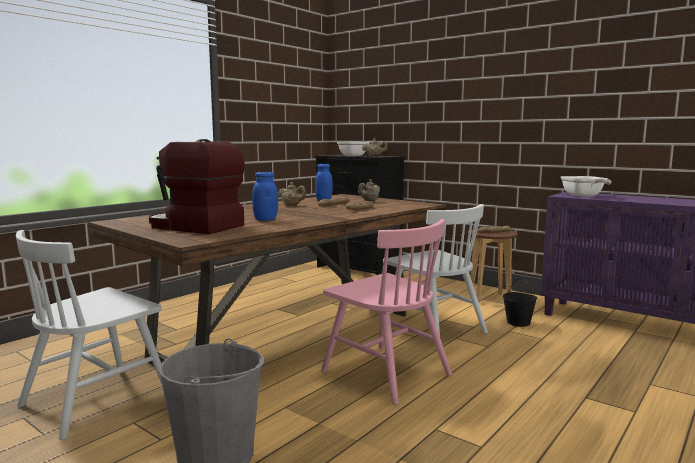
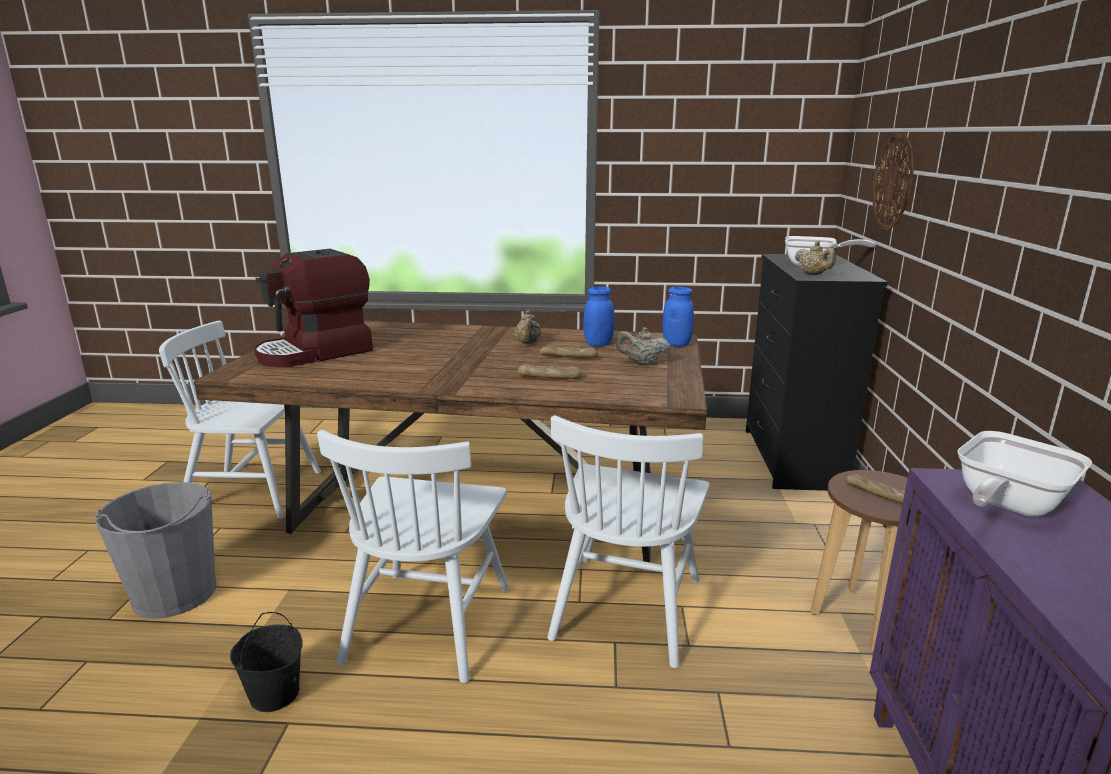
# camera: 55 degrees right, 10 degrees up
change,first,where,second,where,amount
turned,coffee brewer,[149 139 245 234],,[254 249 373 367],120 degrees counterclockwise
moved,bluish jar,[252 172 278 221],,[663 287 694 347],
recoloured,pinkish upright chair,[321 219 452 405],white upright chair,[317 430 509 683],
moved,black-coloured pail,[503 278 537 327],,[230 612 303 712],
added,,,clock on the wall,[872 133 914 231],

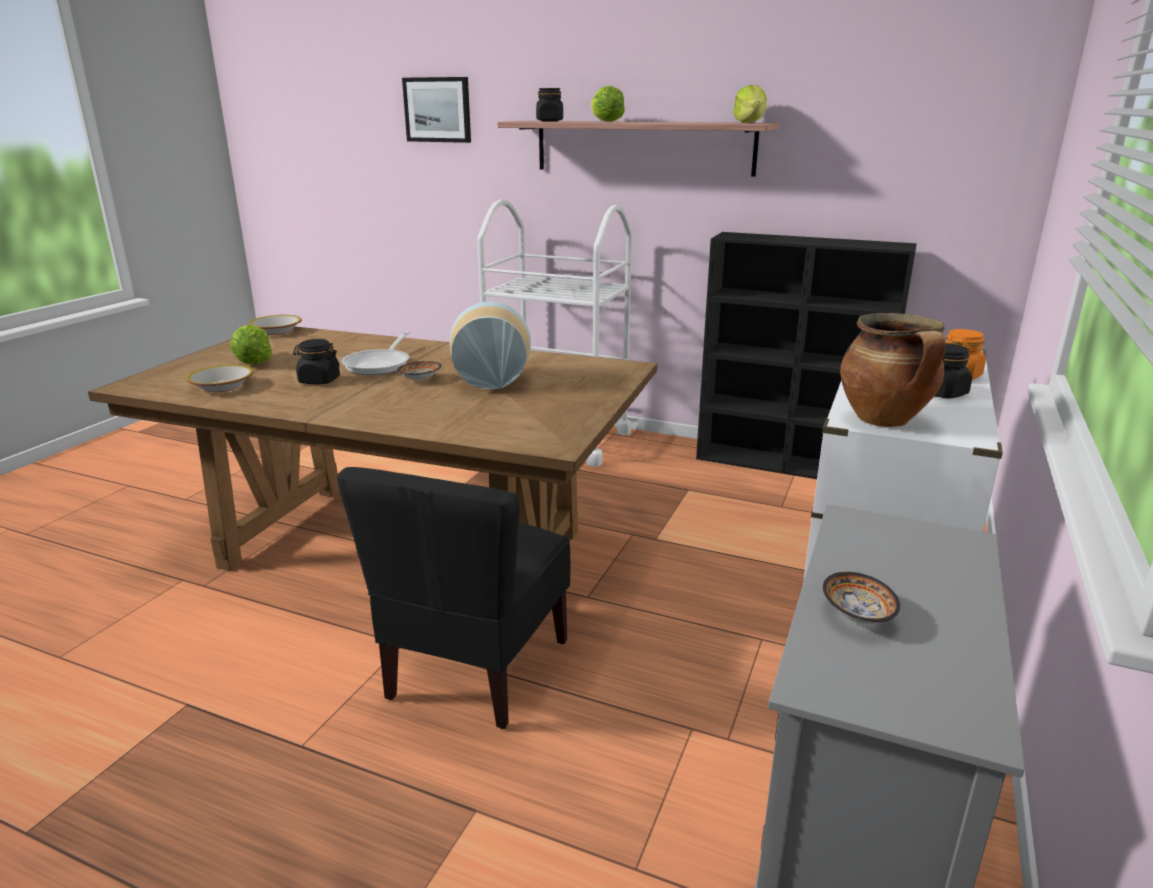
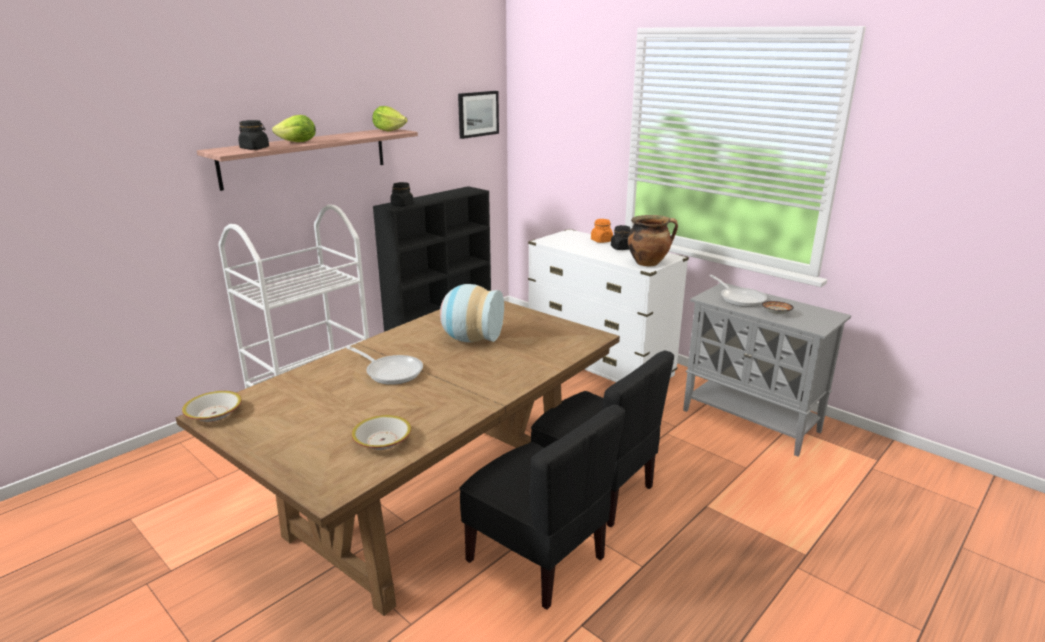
# camera: 70 degrees left, 0 degrees up
change,first,where,second,where,amount
moved,picture,[402 77 471 143],,[458 91 499 139],
removed,lettuce,[231 325 272 364],,,
moved,black-coloured jar,[293 339 340 384],,[390 182 414 207],
removed,serving bowl,[397 361 441 380],,,
added,,,frying pan,[710 275 767 307],
added,,,black-coloured upright chair,[459 405 625 610],

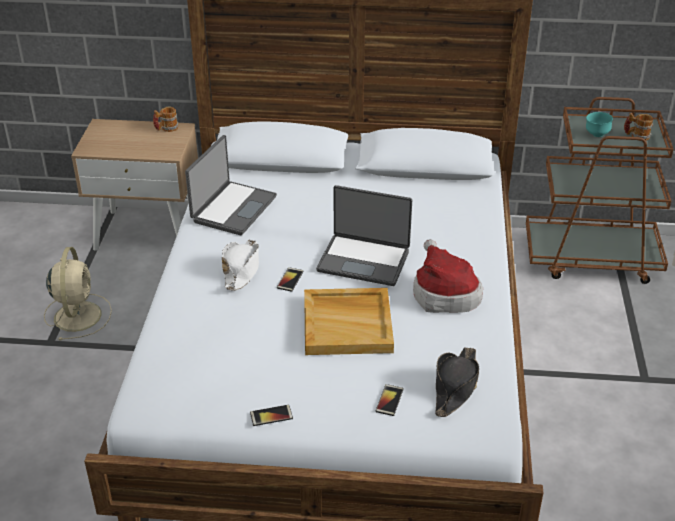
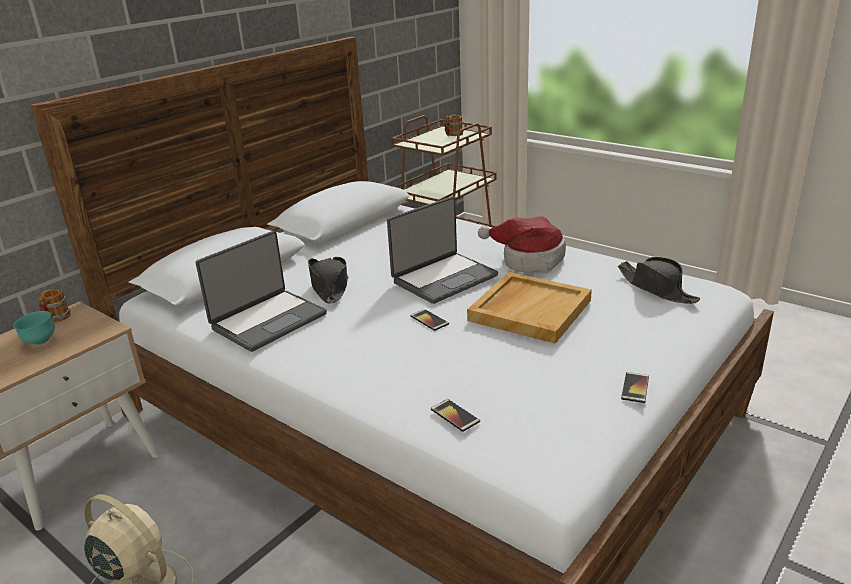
# camera: 55 degrees left, 10 degrees down
change,first,where,second,where,amount
moved,blue-green serving bowl,[586 112 613 137],,[13 311 55 345],
turned,laptop,[185 135 277 235],,[196 231 327 352],75 degrees clockwise
removed,white hat,[222 239 259 291],,,
moved,phone,[376 384 404 416],,[431 399 480 432],
added,,,black-coloured hat,[308 257 349 304],

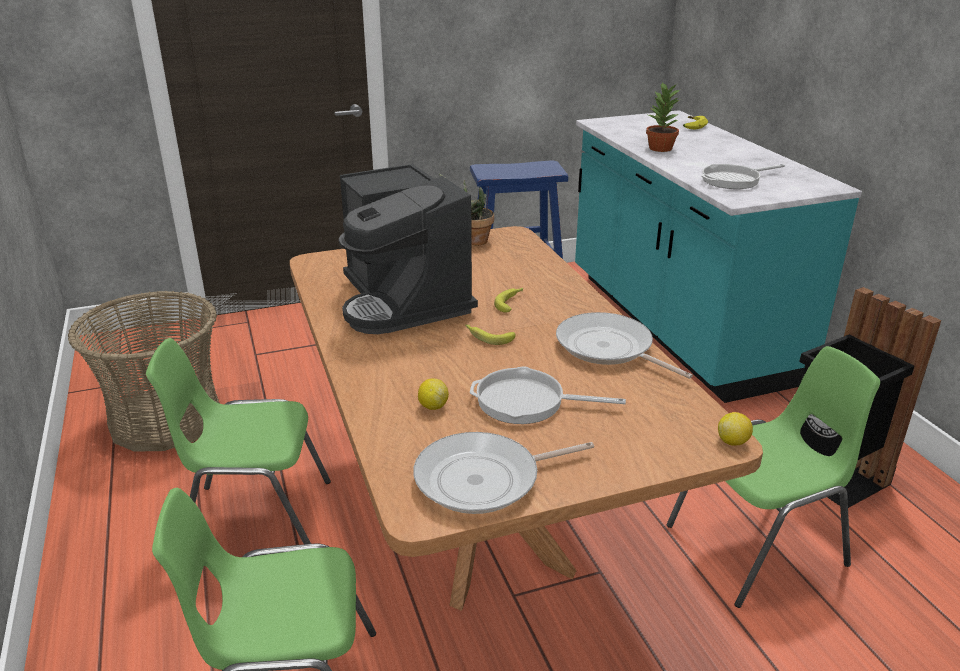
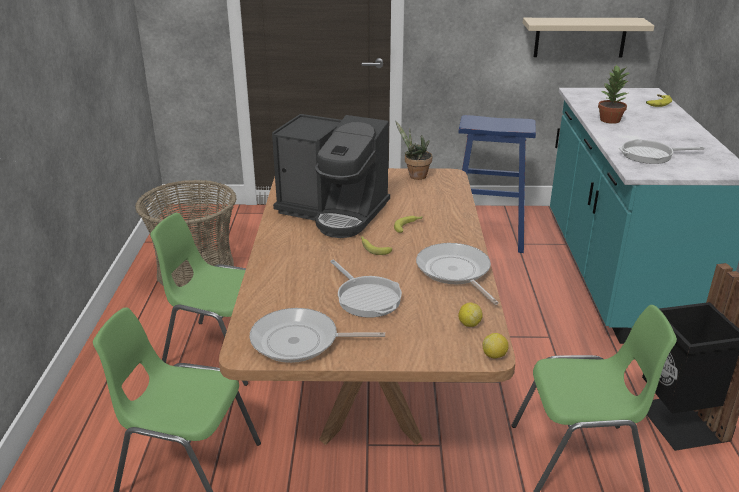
# camera: 20 degrees right, 0 degrees up
change,first,where,second,where,amount
turned,coffee brewer,[339 164 478 334],,[272 114 390 238],60 degrees counterclockwise
turned,frying pan,[470 366 626 424],,[330 260 402 318],150 degrees counterclockwise
moved,citrus fruit,[418 378 449 410],,[458 303 483 327],
added,,,beige shelf,[523 18 654 58],

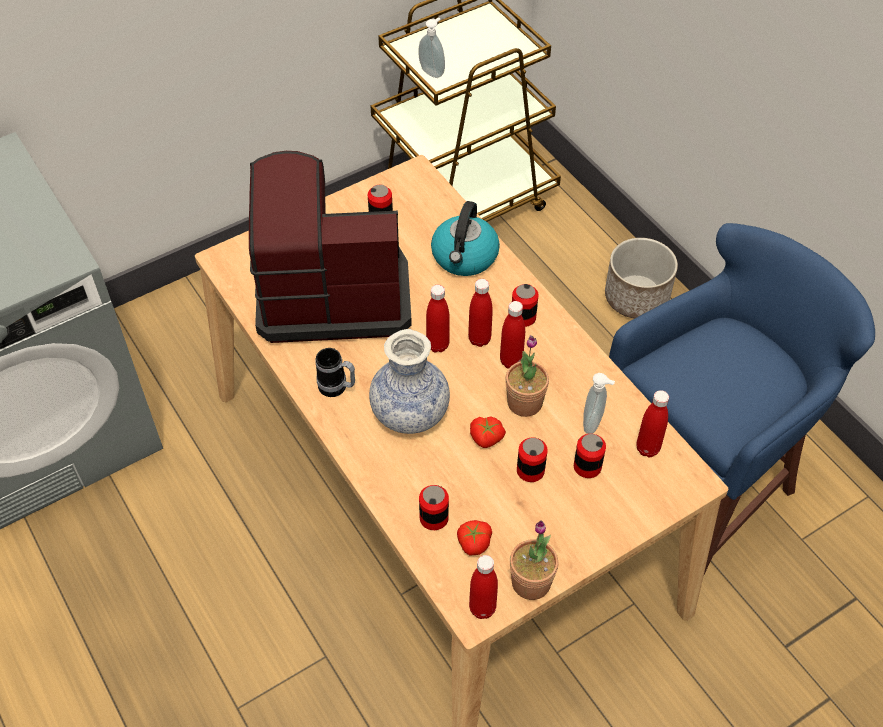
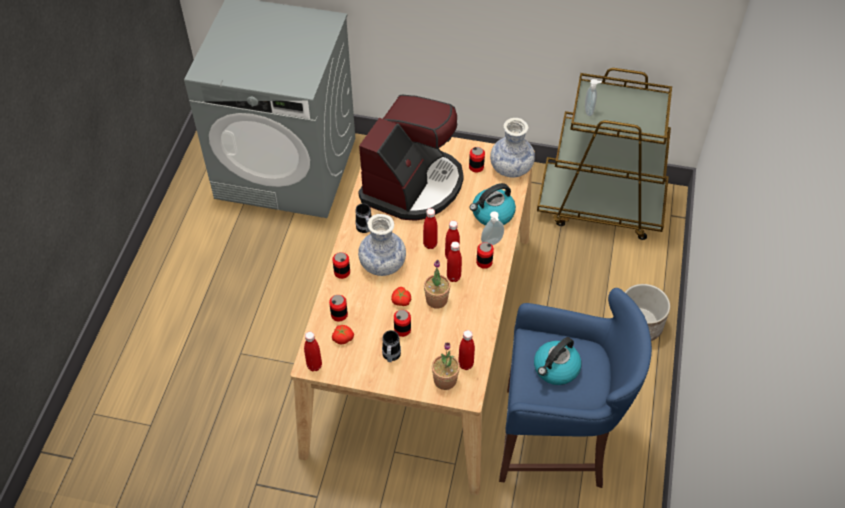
# camera: 45 degrees right, 0 degrees up
change,first,where,second,where,amount
turned,coffee brewer,[249 151 412 343],,[358 95 464 221],75 degrees clockwise
moved,soap bottle,[583 373 615 434],,[481 211 504 245],
moved,can,[574 434 606 478],,[332 252 350 279],
moved,houseplant,[510 520 559 600],,[432 343 460 390],
added,,,vase,[490 118 535 177],
added,,,mug,[382 330 401 362],
added,,,kettle,[534 337 581 385],

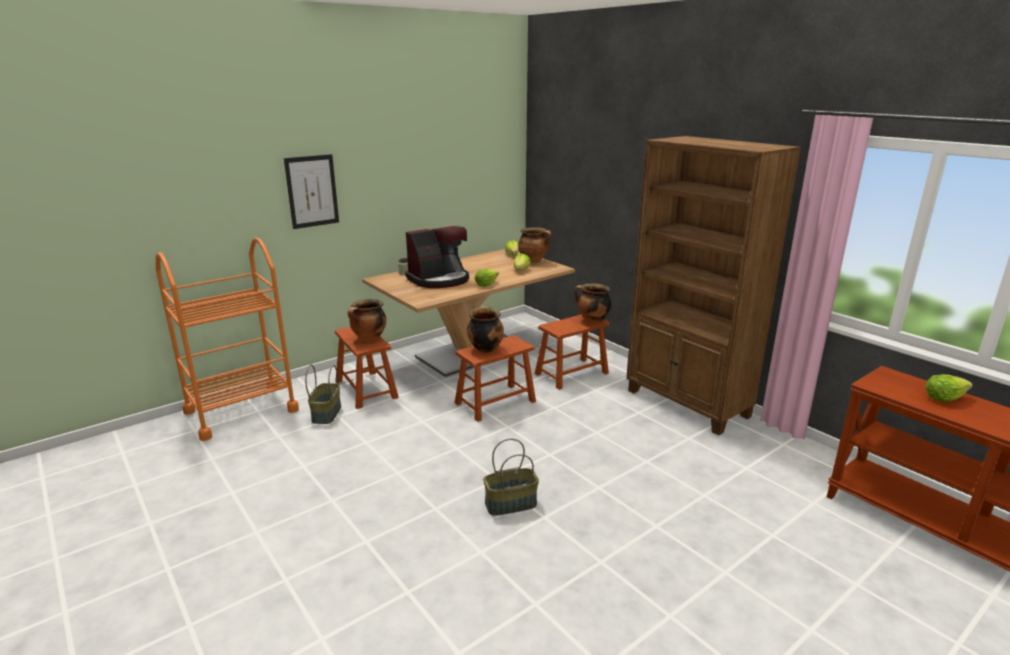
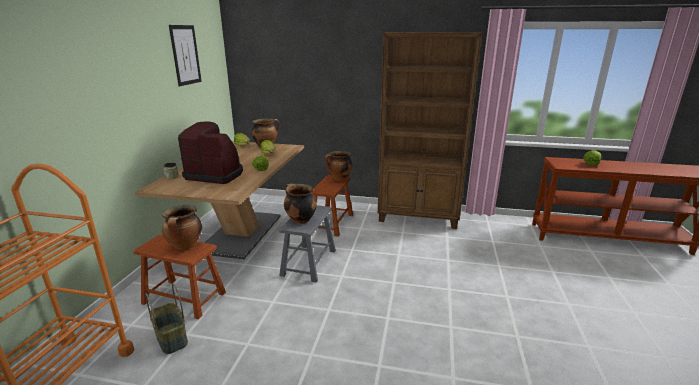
# camera: 40 degrees left, 0 degrees up
change,first,where,second,where,amount
moved,picture,[284 154 339 229],,[169 25 202 86],
turned,coffee brewer,[405 226 469 288],,[178 121 243 184],90 degrees counterclockwise
recoloured,brown stool,[455 336 536 422],greyish stool,[279 205 336 282],
removed,basket,[483 438 539 516],,,

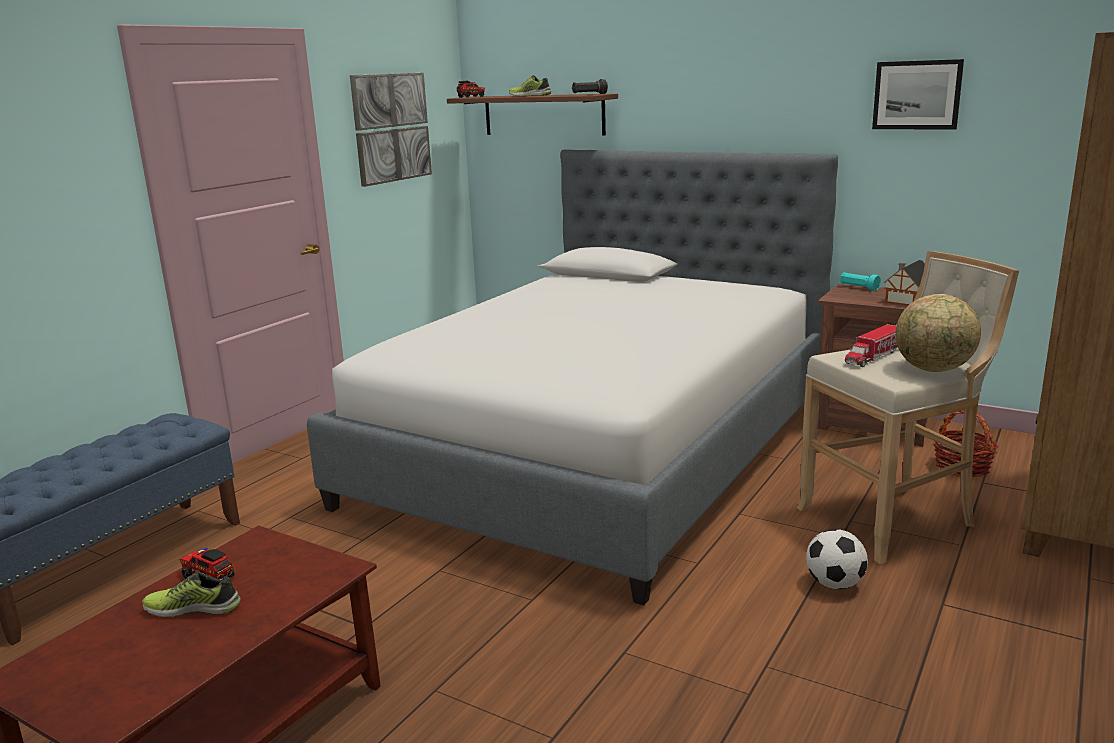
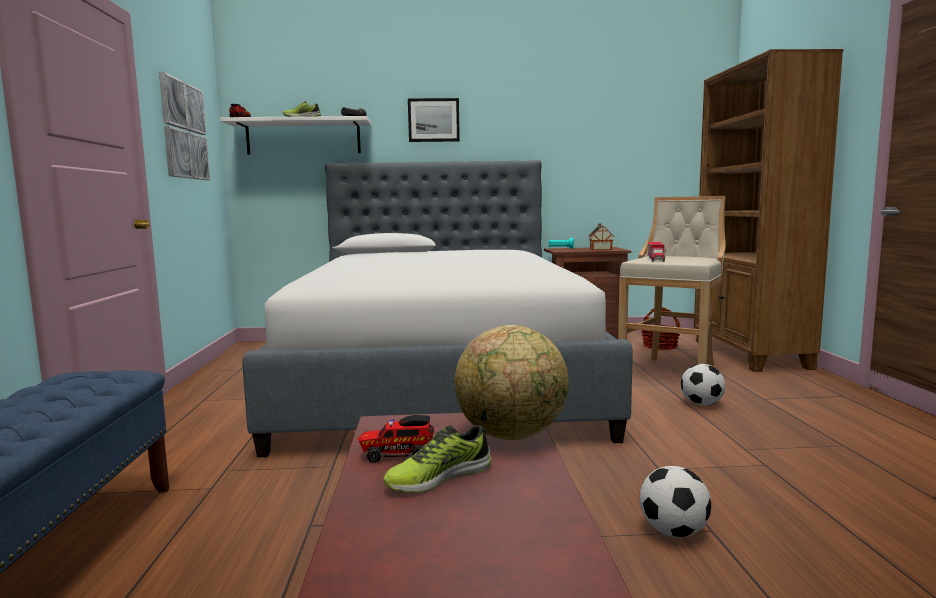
# camera: 35 degrees left, 10 degrees down
change,first,where,second,where,amount
moved,picture,[872 59 964 129],,[408 98 460 142],
recoloured,brown shelf,[447 94 618 135],white shelf,[220 116 371 155],
moved,world globe,[896 294 981 372],,[454 325 569 440],
added,,,ball for football,[640 466 711 537],

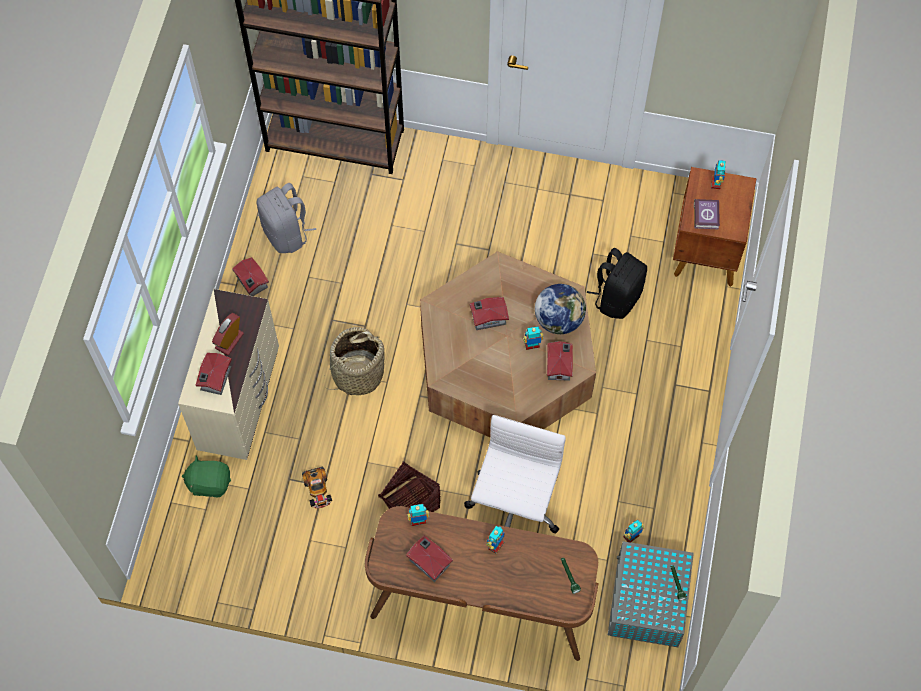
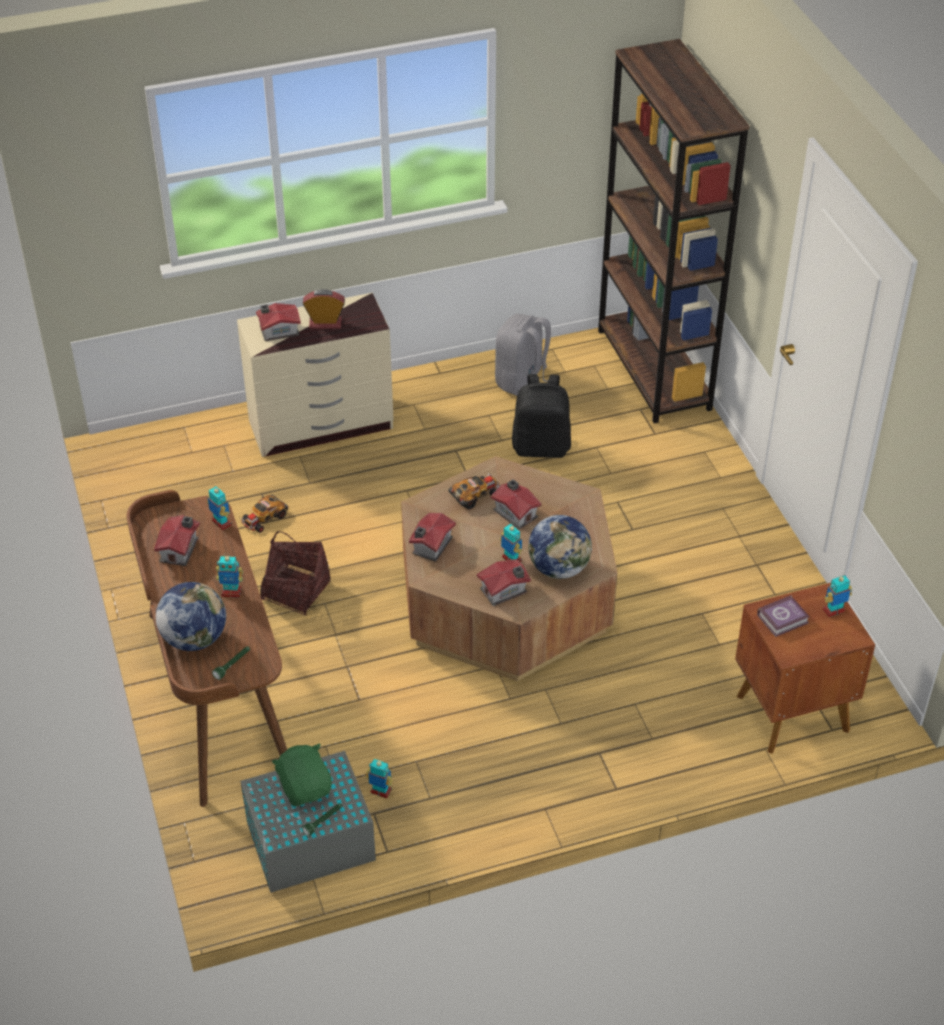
# camera: 60 degrees right, 20 degrees down
change,first,where,second,where,amount
moved,black-coloured rucksack,[587 248 647 319],,[512 374 571 458],
moved,toy house,[232 257 269 296],,[409 513 456 562],
removed,basket,[324 327 384 395],,,
removed,white office chair,[464 415 566 533],,,
moved,green cuddly toy,[182 456 231 497],,[272 743 332 806],
added,,,miniature car,[448 472 500 510],
added,,,world globe,[156 582 226 651],

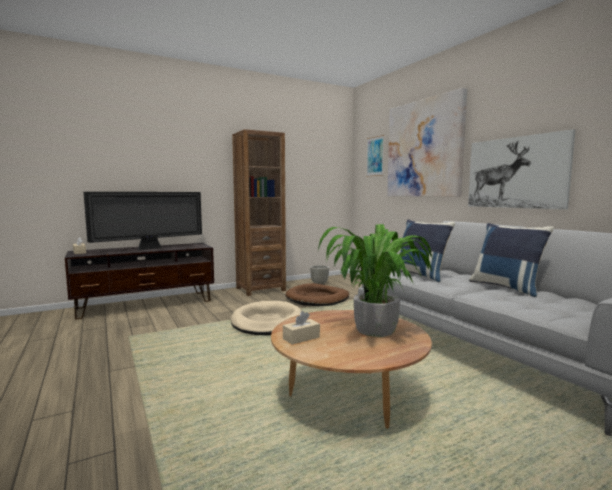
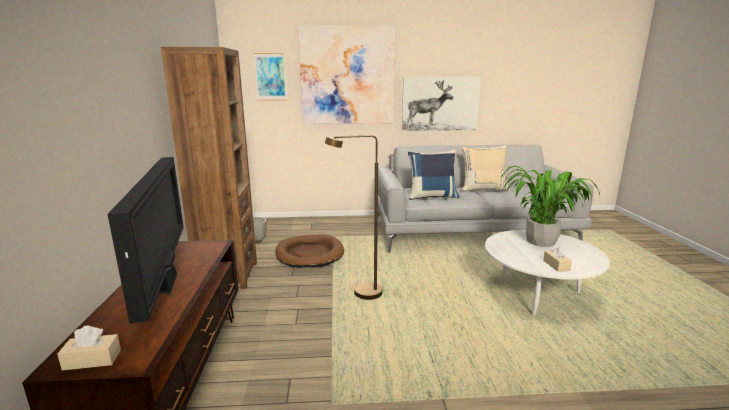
# camera: 65 degrees left, 10 degrees up
change,first,where,second,where,amount
recoloured,bluish pillow,[469 223 554 297],beige pillow,[462 145 510 192],
replaced,beige dog bed,[231 301 302 335],brown floor lamp,[325 135 383 300],
recoloured,brown low table,[271 310 432 429],white low table,[485 230 610 316],

